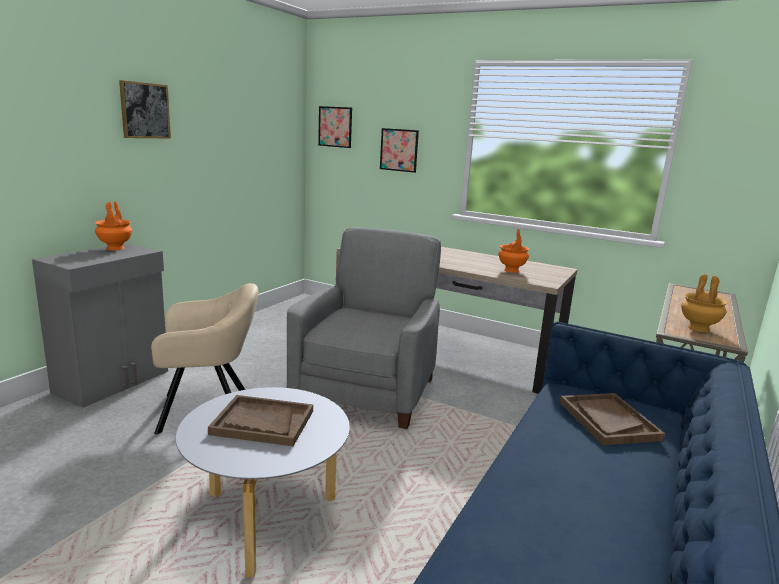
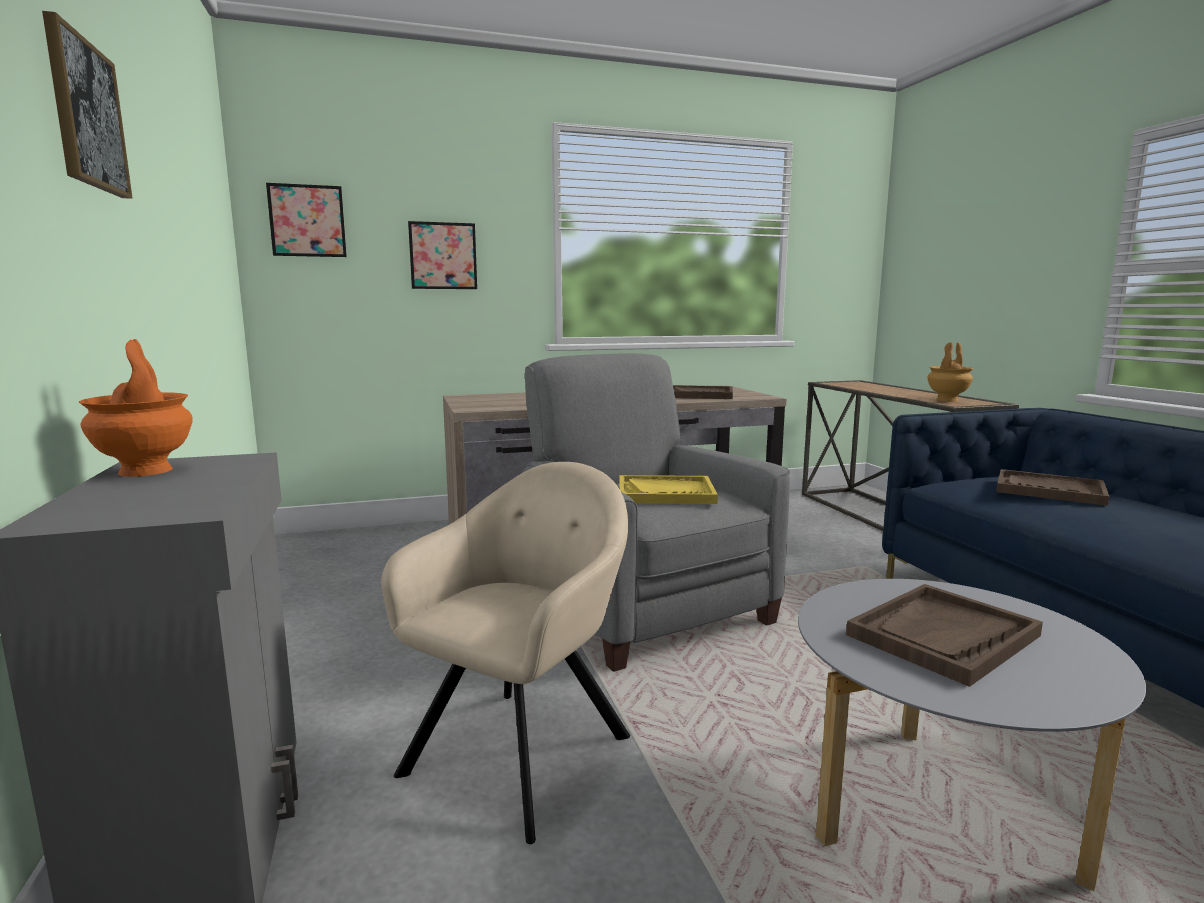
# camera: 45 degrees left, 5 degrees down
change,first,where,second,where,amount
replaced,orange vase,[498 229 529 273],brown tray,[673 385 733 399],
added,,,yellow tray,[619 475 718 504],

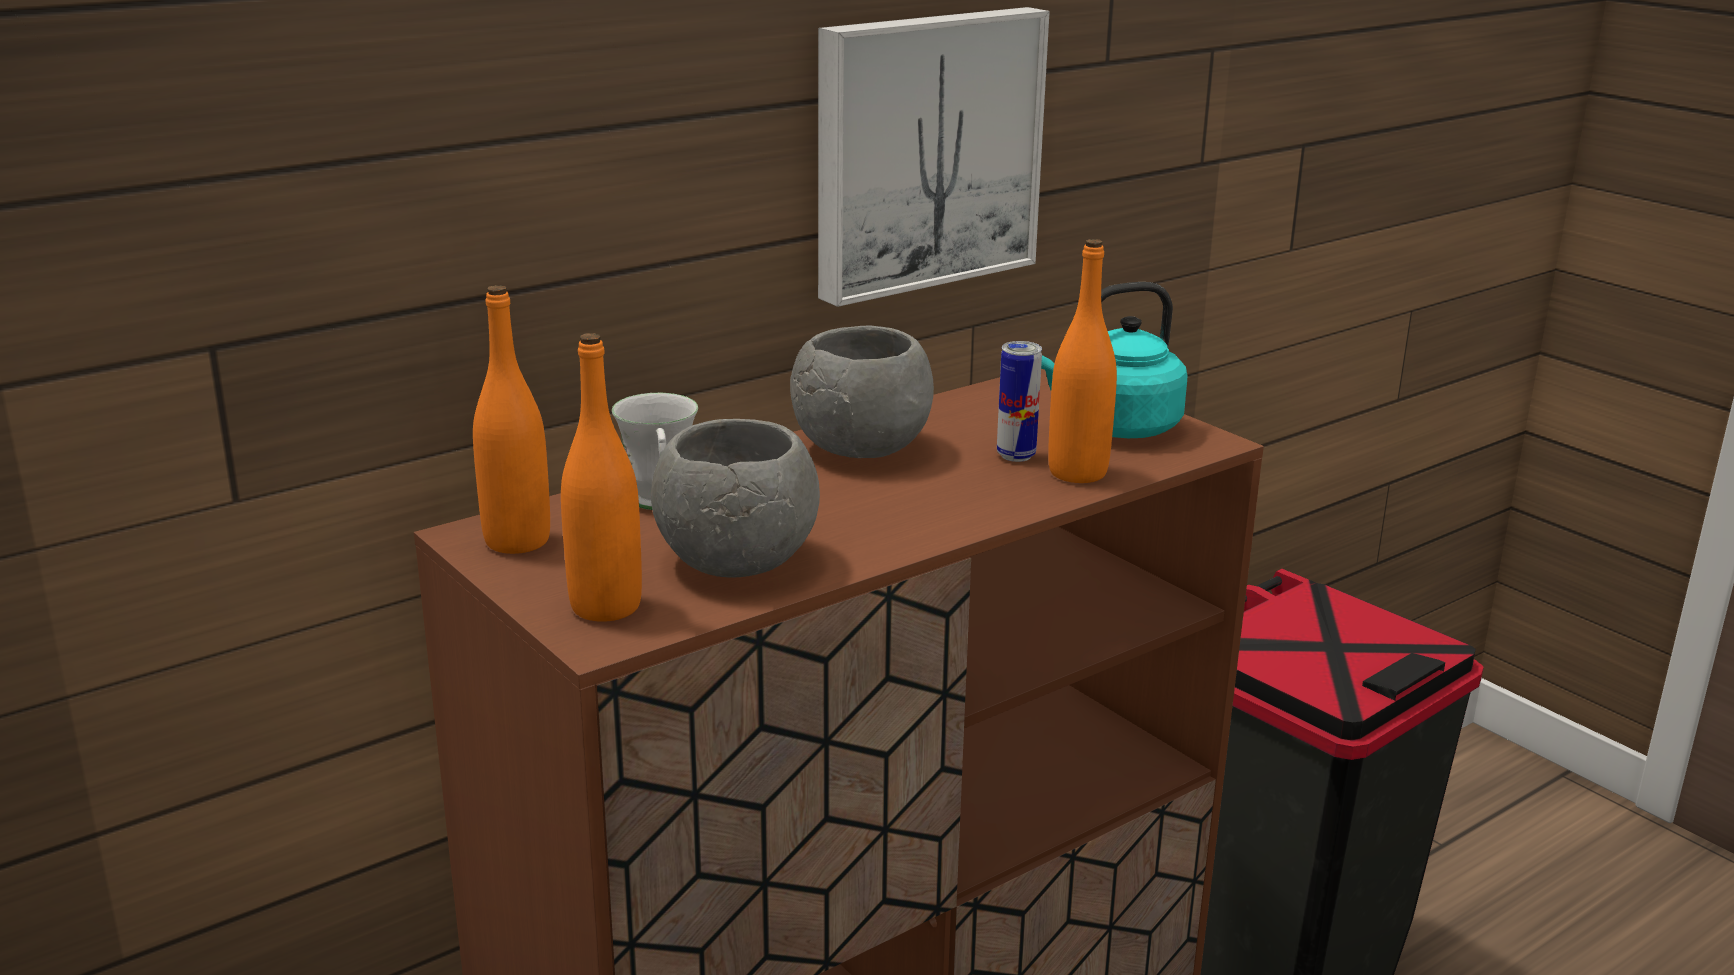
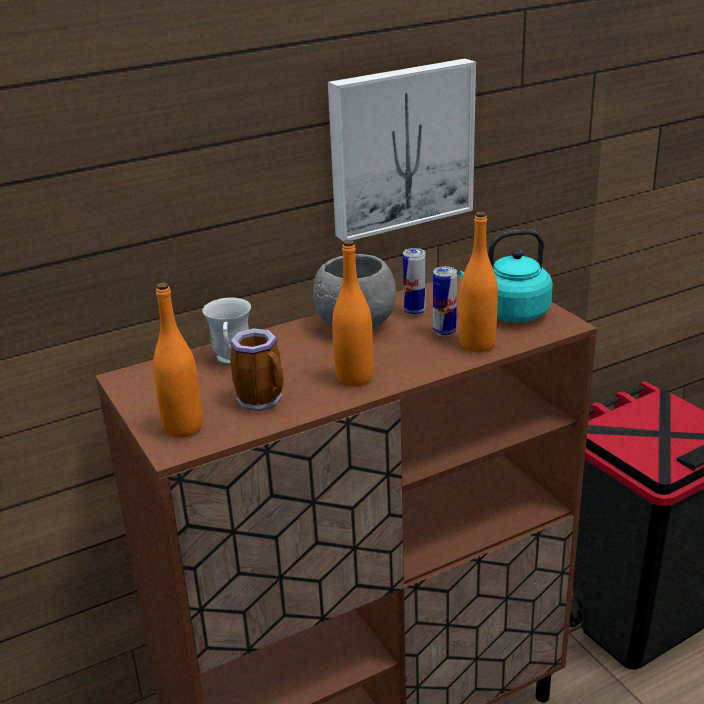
# camera: 10 degrees right, 5 degrees up
change,first,where,second,where,amount
moved,orange beverage bottle,[473 285 550 554],,[332 240 373 387],
replaced,greyish serving bowl,[651 419 820 577],mug,[230 328 283 411],
added,,,can,[403 248 426 316],

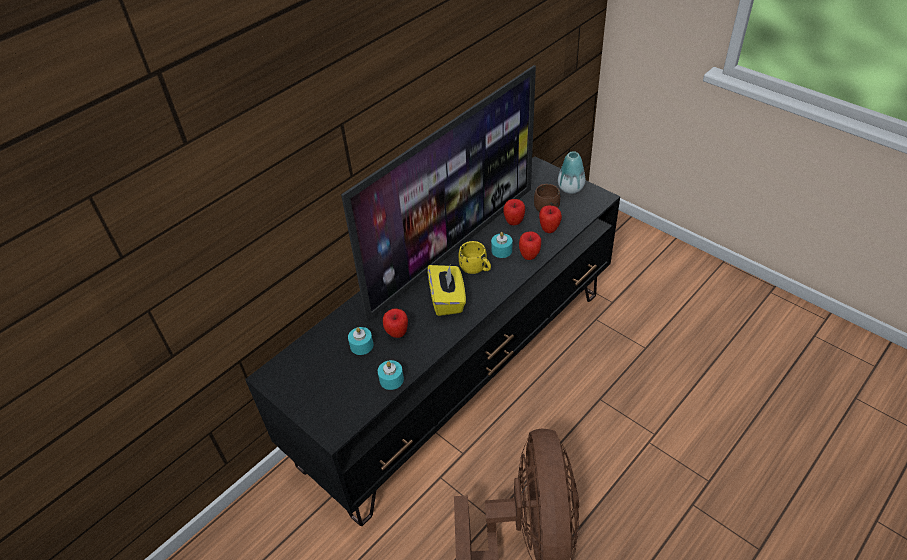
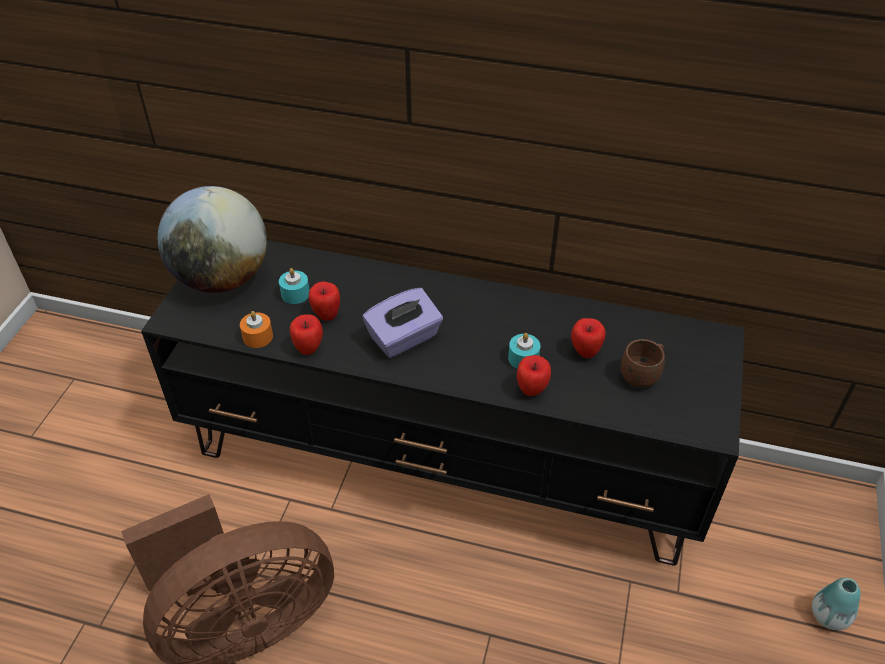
# camera: 60 degrees right, 0 degrees up
change,first,where,second,where,amount
removed,TV set,[341 65 536 322],,,
moved,vase,[558 151 585 194],,[812 578 860 630],
moved,whole apple,[539 205 562 233],,[290 314 323 355],
removed,yellow mug,[459 241 491 274],,,
recoloured,yellow box of tissues,[428 265 466 316],purple-coloured box of tissues,[362 288 443 358],
recoloured,blue-green wax light,[378 360 404 390],orange wax light,[240 311 273 348],
added,,,world globe,[158 186 267 293],

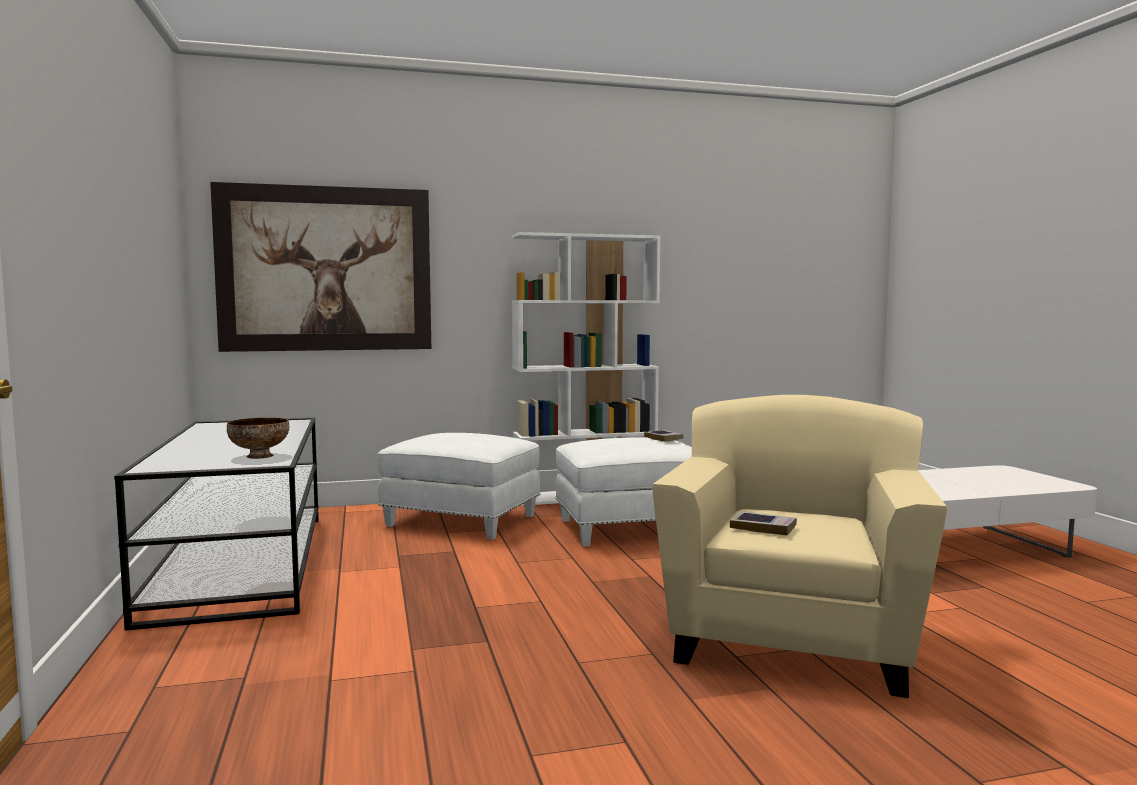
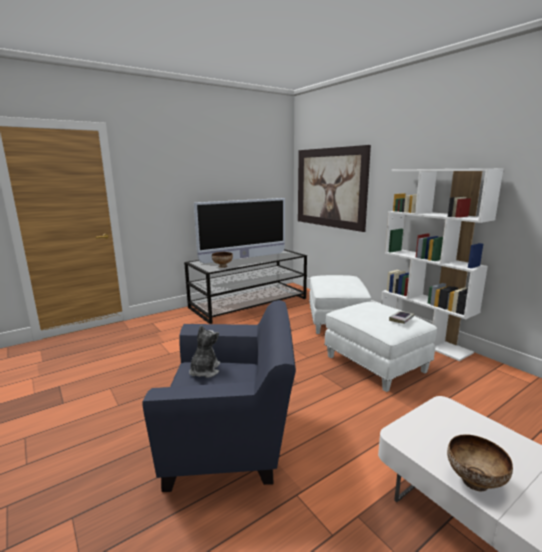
# camera: 70 degrees right, 10 degrees up
change,first,where,second,where,amount
recoloured,beige armchair,[653 395 947 698],bluish armchair,[142 300 296 492],
replaced,bound book,[730 511 797 536],cuddly toy,[189 325 220 378],
added,,,TV set,[194 198 285 264],
added,,,serving bowl,[447 434 513 492],

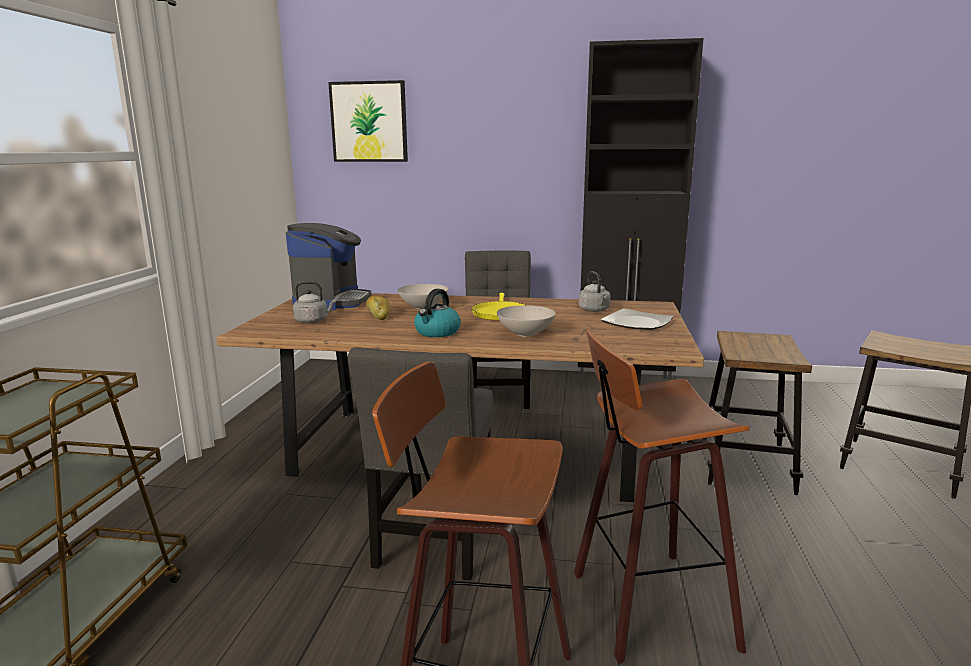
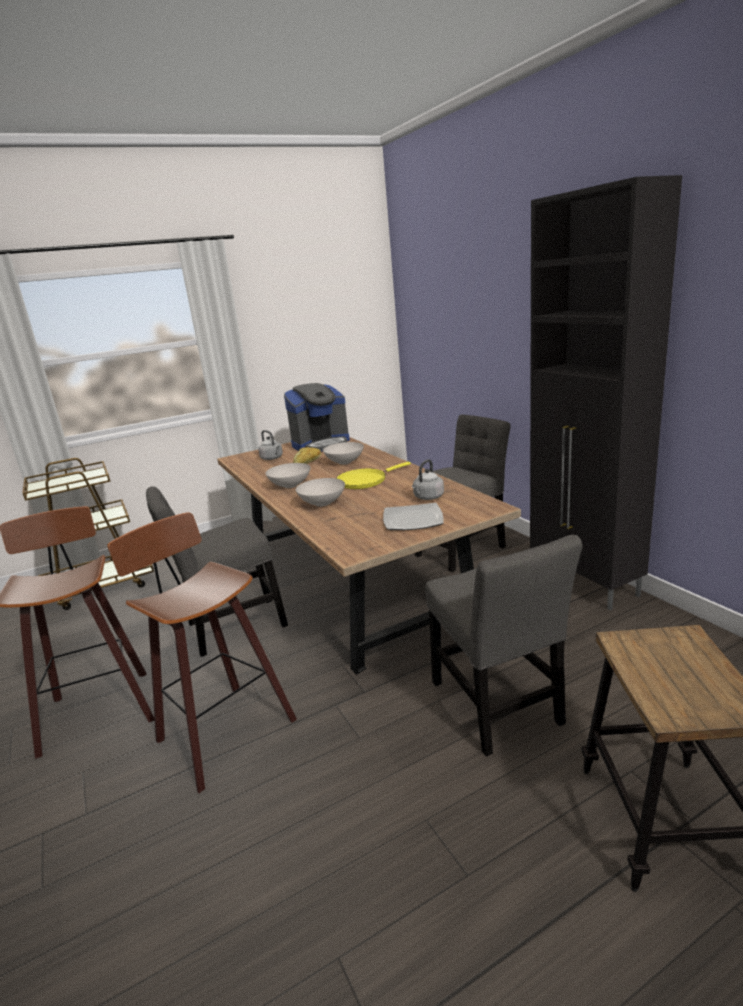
# camera: 55 degrees right, 5 degrees up
change,first,where,second,where,amount
removed,picture,[328 80 408 162],,,
replaced,kettle,[414 289 461 337],white serving bowl,[265 463 310 488],
replaced,stool,[702 331 812 495],greyish upright chair,[425 535 583 757],

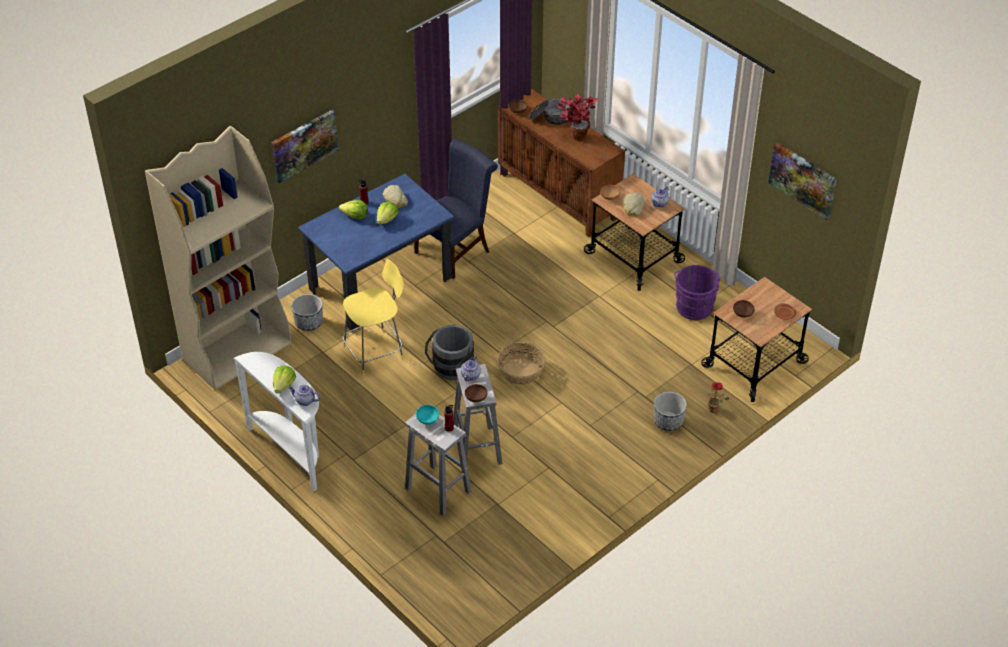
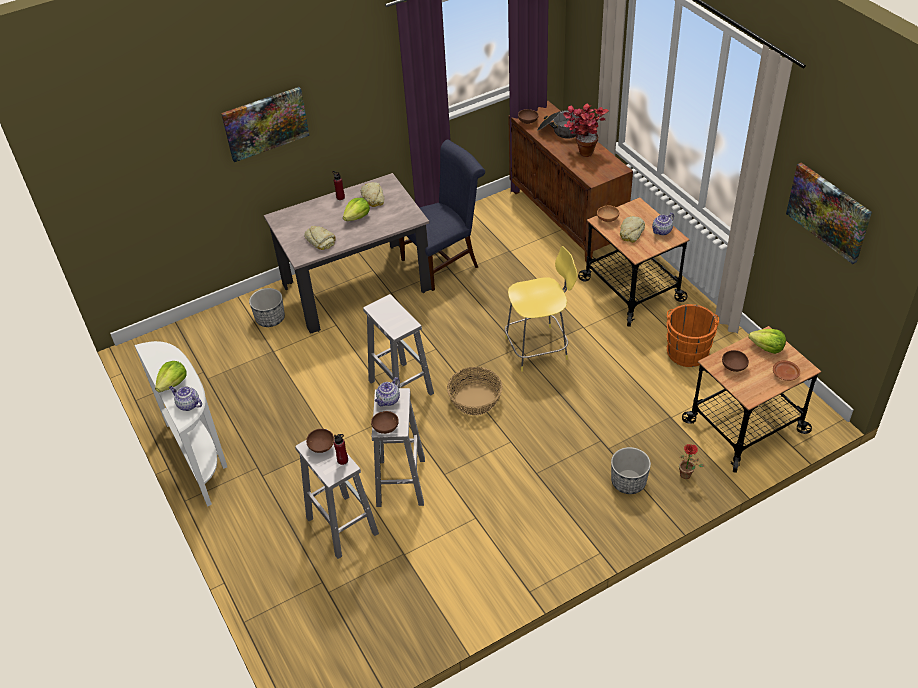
# camera: 15 degrees right, 0 degrees up
change,first,where,second,where,amount
removed,beige shelving unit,[145 126 292 390],,,
recoloured,bluish dining table,[298 174 454 332],beige dining table,[264 173 432 334],
moved,lettuce,[339 200 368 220],,[749 329 786 354],
moved,yellow stool,[343 259 404 375],,[505 246 577 372],
recoloured,purple-coloured pail,[674 265 720 320],orange pail,[666 304 719 367],
replaced,greyish pail,[425 325 474 380],white stool,[363 294 434 396],
recoloured,blue-green serving bowl,[416 405 439 425],brown serving bowl,[306 429 334 453],
added,,,bakery bread,[304 226 336 250],

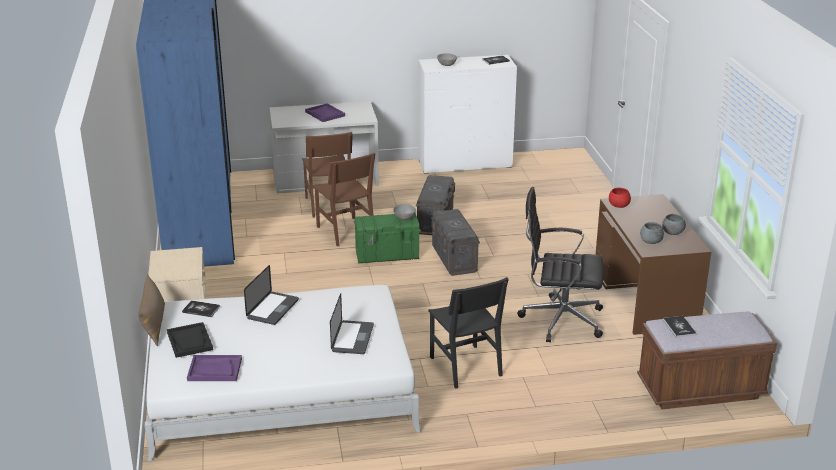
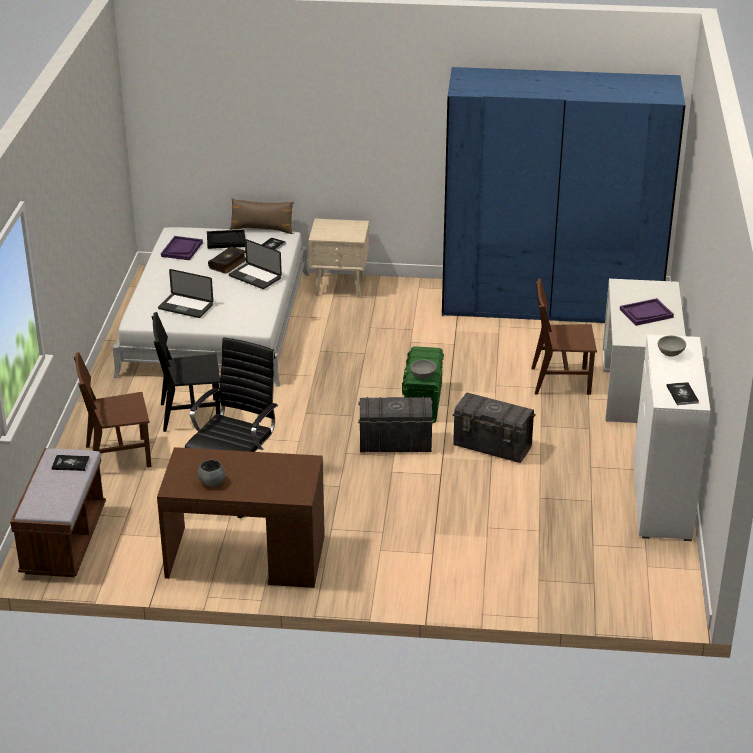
# camera: 105 degrees right, 5 degrees up
change,first,where,second,where,amount
moved,brown upright chair,[313 153 375 247],,[73 352 152 468],
removed,red serving bowl,[609 188 631 208],,,
removed,greyish serving bowl,[640 222 664 244],,,
added,,,bound book,[208 246 246 274],

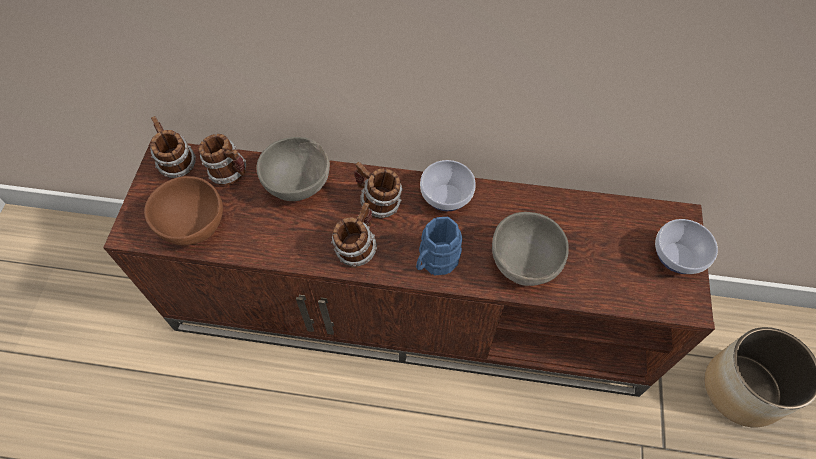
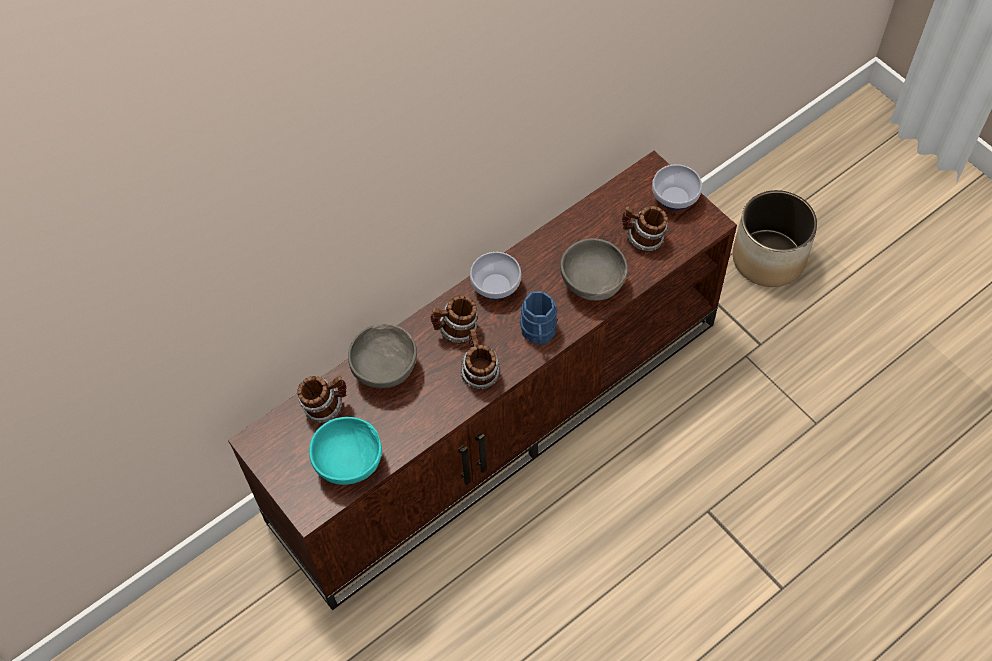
# camera: 45 degrees left, 0 degrees up
change,first,where,second,where,amount
moved,mug,[150 116 196 178],,[622 206 668 252],
recoloured,brown serving bowl,[144 176 223 245],blue-green serving bowl,[309 417 382 485],

